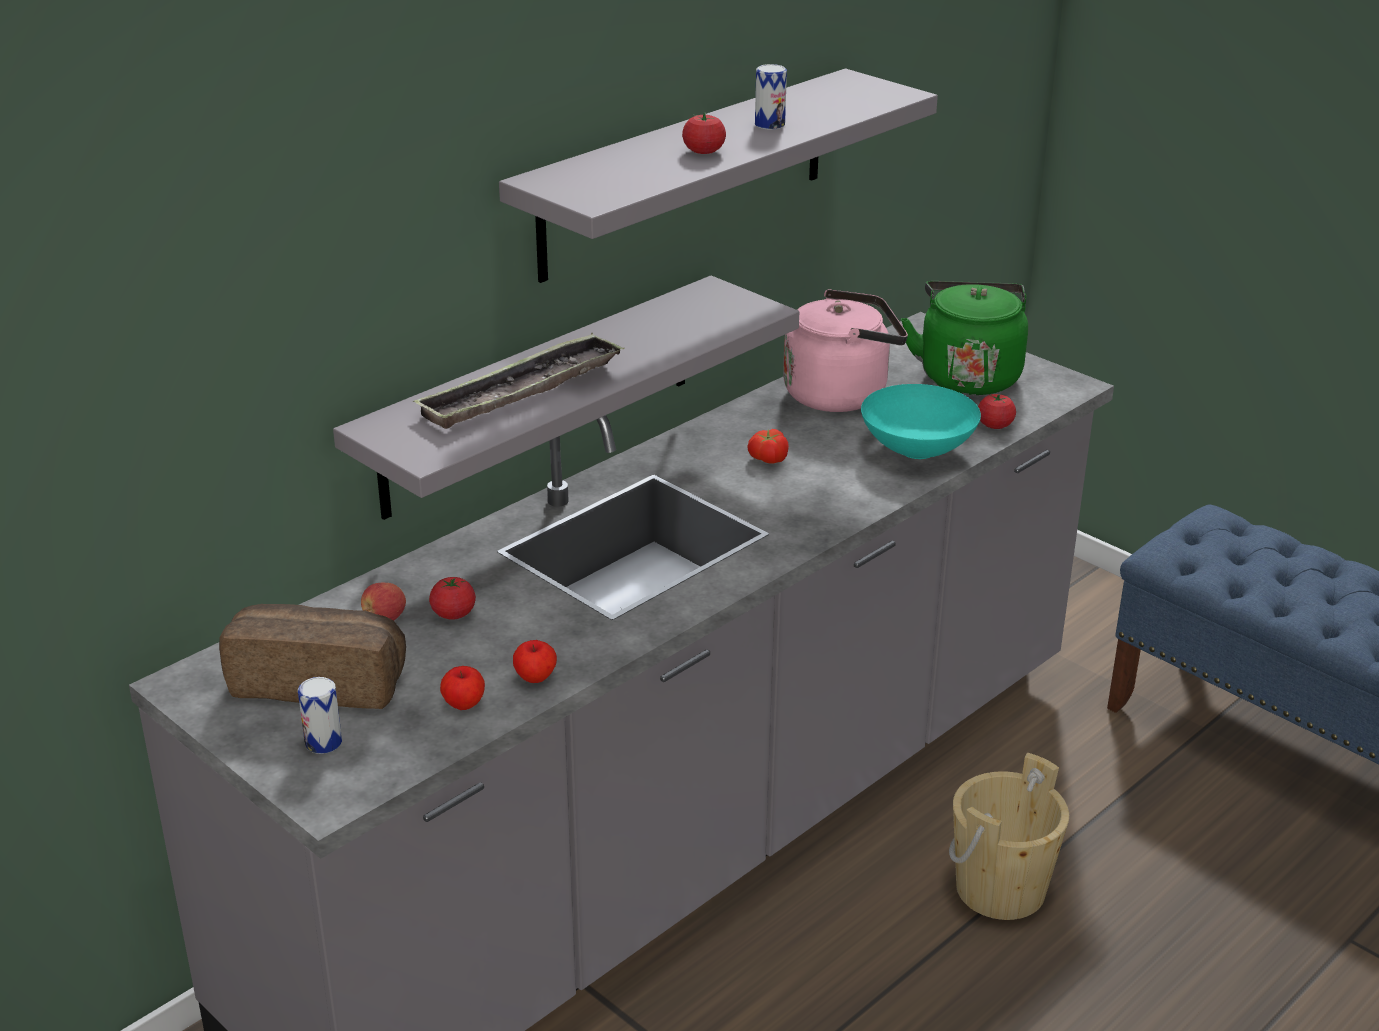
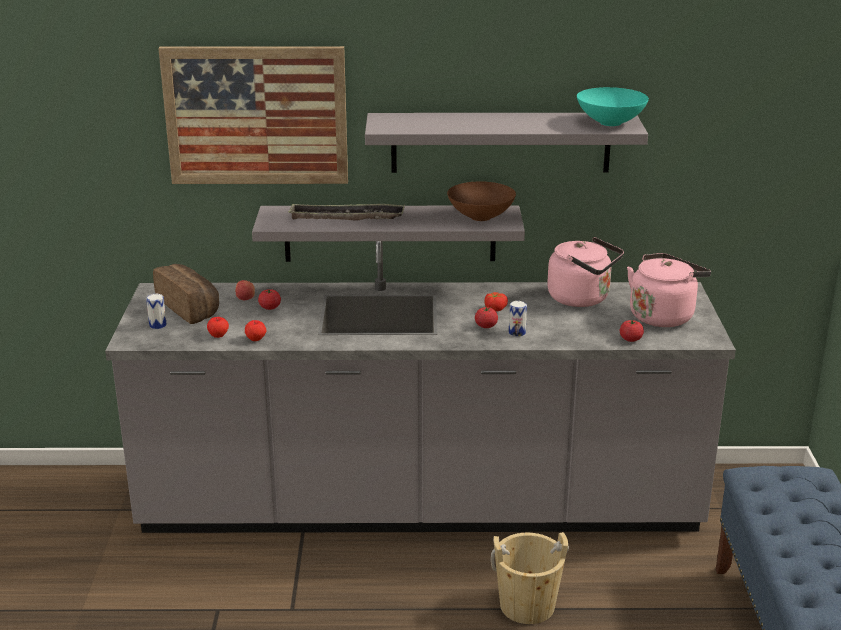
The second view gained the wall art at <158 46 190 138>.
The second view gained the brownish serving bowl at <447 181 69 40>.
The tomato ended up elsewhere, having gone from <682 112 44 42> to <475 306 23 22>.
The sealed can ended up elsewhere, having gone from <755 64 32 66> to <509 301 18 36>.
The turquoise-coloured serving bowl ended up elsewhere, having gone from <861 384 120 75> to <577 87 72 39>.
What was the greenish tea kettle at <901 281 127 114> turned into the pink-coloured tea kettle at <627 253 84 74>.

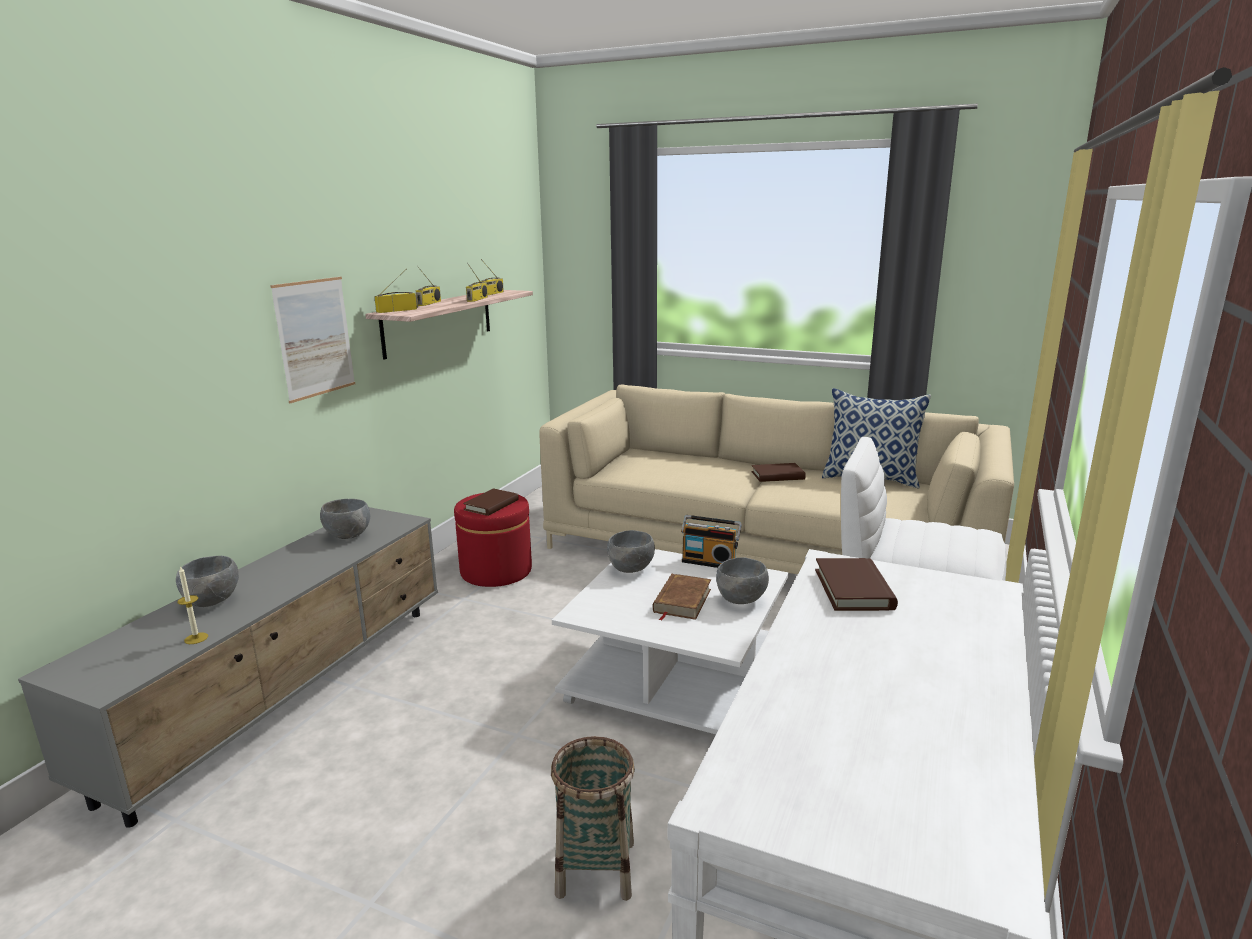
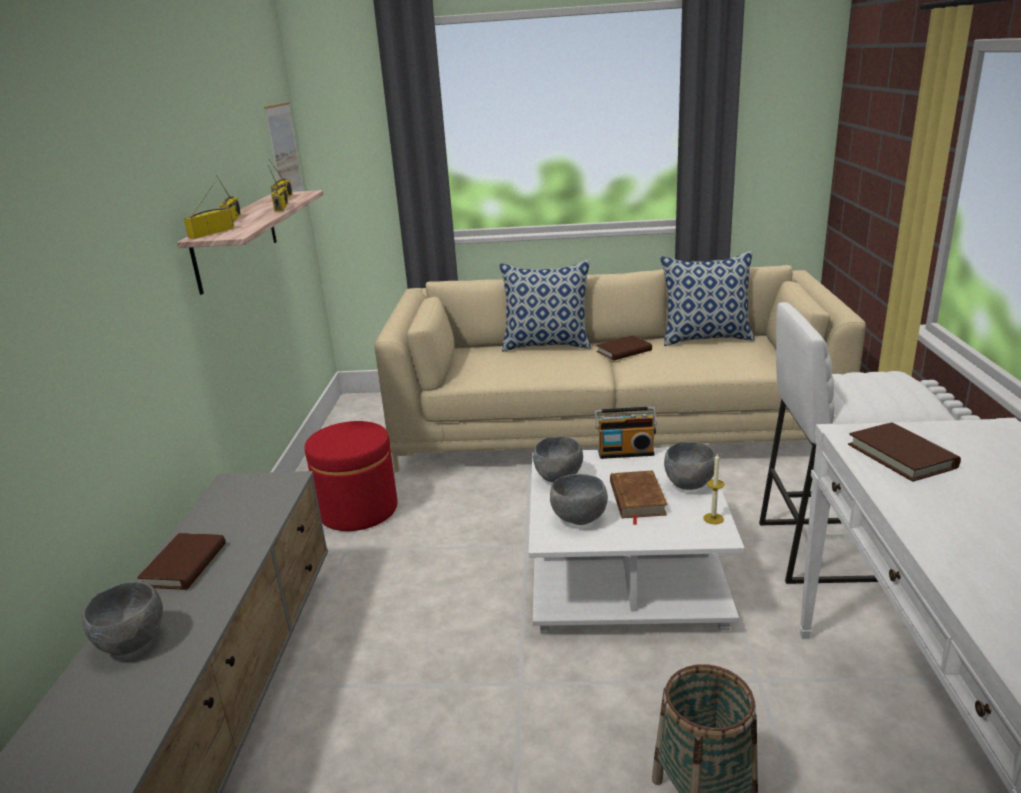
The second view gained the cushion at <499 260 92 92>.
The candle ended up elsewhere, having gone from <177 566 31 78> to <703 454 21 70>.
The wall art ended up elsewhere, having gone from <270 277 85 126> to <264 102 40 90>.
The grey serving bowl ended up elsewhere, having gone from <320 499 50 40> to <550 474 58 51>.
The brownish volume ended up elsewhere, having gone from <463 488 56 28> to <137 533 89 57>.

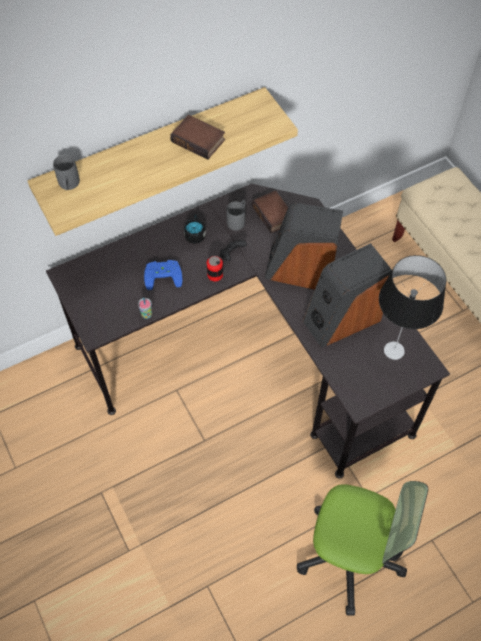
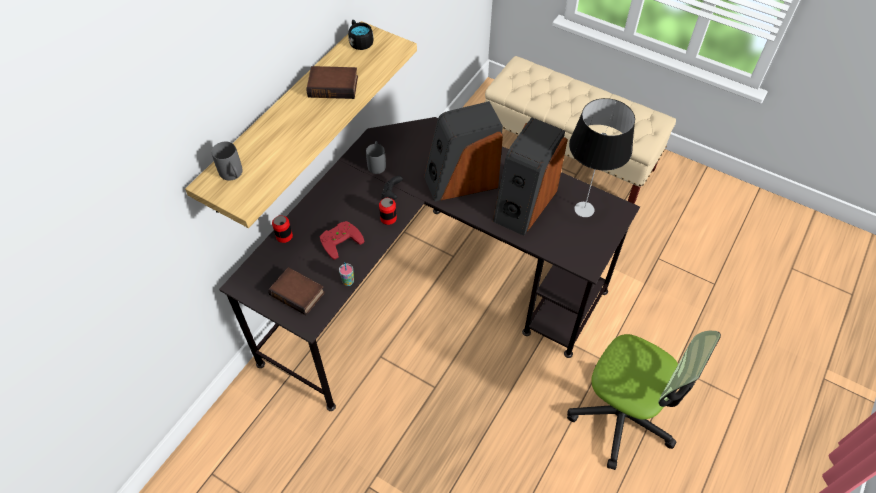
The second view gained the sealed can at <272 215 21 28>.
The black-coloured mug ended up elsewhere, having gone from <184 214 22 30> to <348 20 26 30>.
The volume ended up elsewhere, having gone from <251 190 37 43> to <268 267 57 49>.
What was the blue-coloured game controller at <144 260 38 30> turned into the red game controller at <319 221 45 39>.
The office chair at <297 481 131 135> ended up facing another way, 45 degrees clockwise from before.

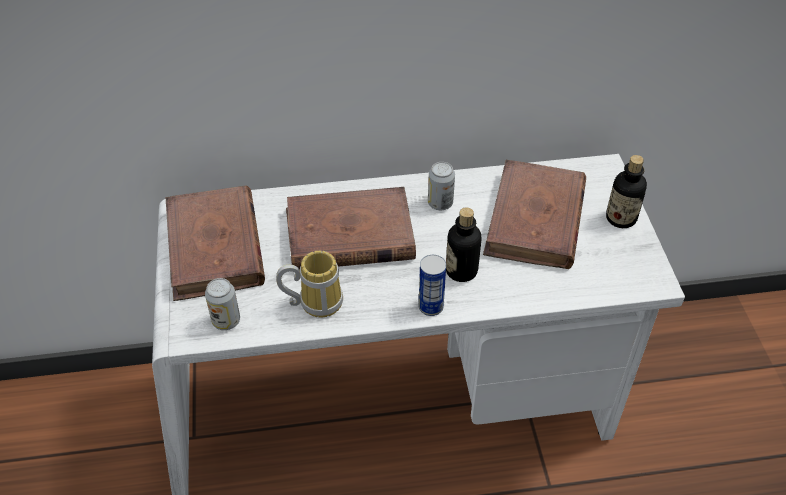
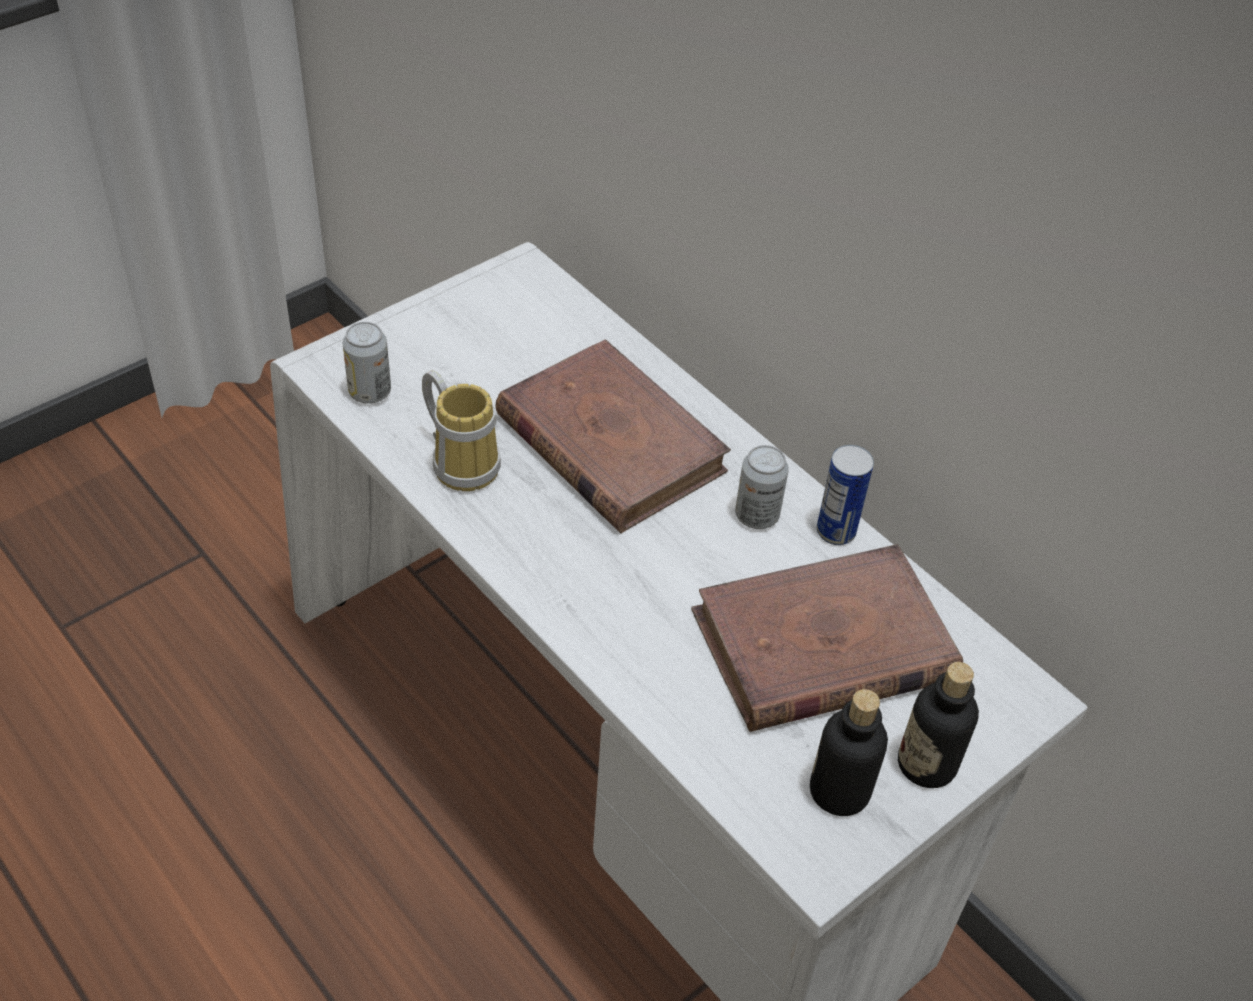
The second view lost the brownish volume at <165 185 100 116>.
The sealed can ended up elsewhere, having gone from <419 255 27 61> to <817 445 57 100>.
The drink bottle ended up elsewhere, having gone from <446 207 35 75> to <810 689 78 127>.

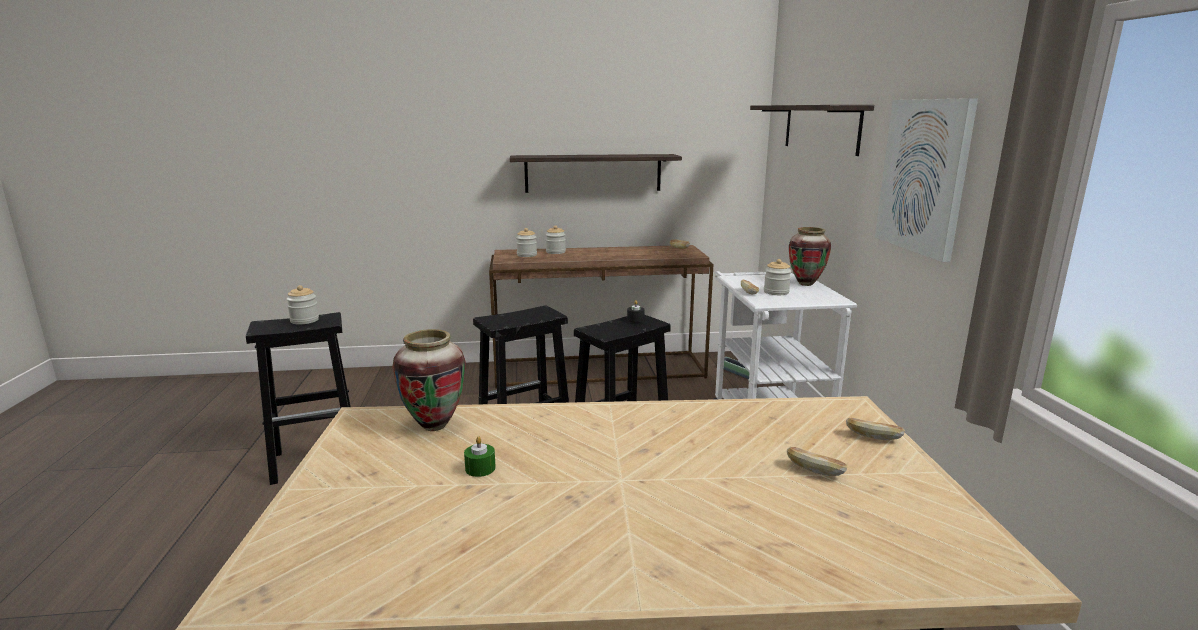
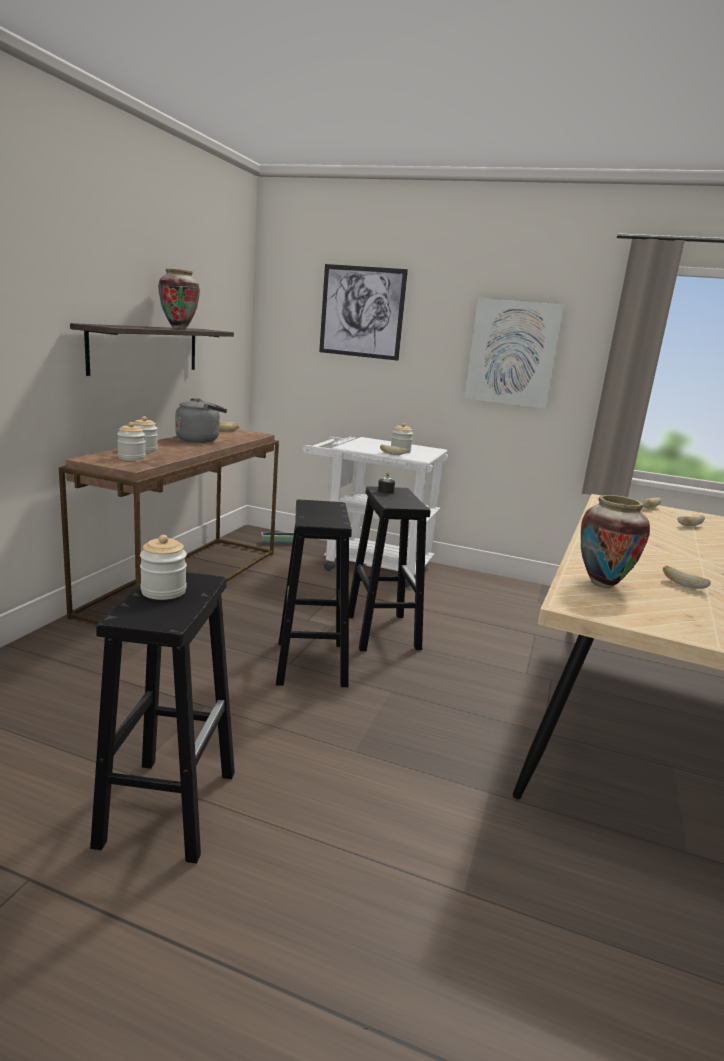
The second view gained the grey tea kettle at <175 398 52 45>.
The vase ended up elsewhere, having gone from <789 227 42 59> to <158 269 42 60>.
Where the greenish candle stood at <464 436 32 41>, the bread came to stand at <663 565 48 24>.
Where the wall shelf hung at <750 105 124 51>, the wall art came to hang at <319 264 89 97>.

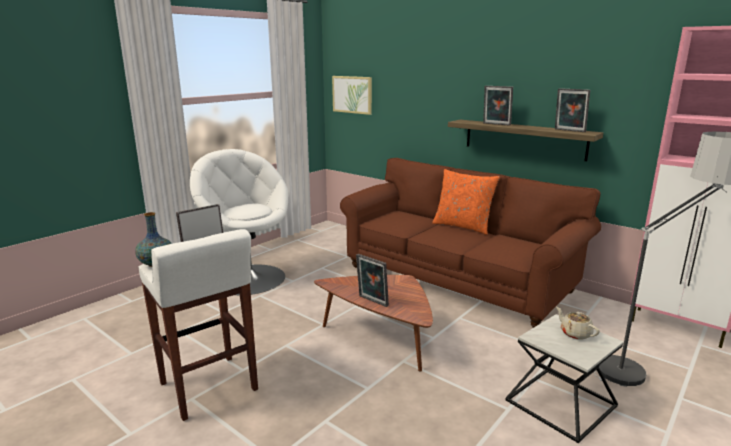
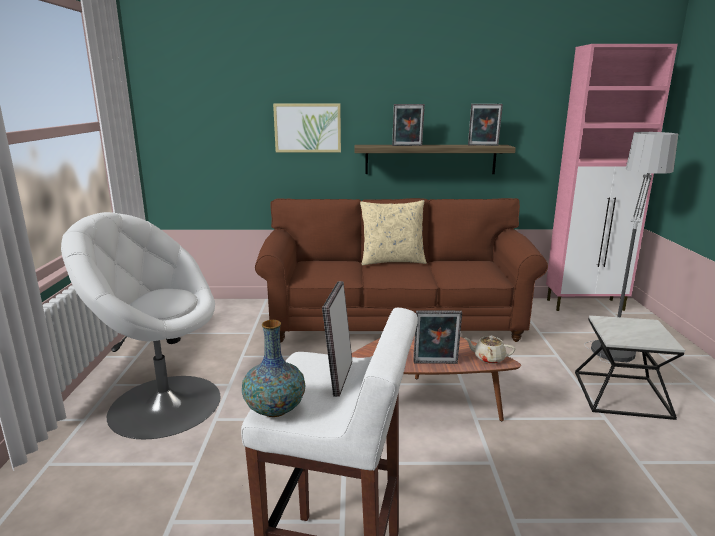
The wall art ended up elsewhere, having gone from <332 76 40 39> to <273 104 68 49>.
The beige teapot ended up elsewhere, having gone from <556 307 44 33> to <465 336 50 28>.
What was the orange cushion at <432 169 68 66> turned into the beige cushion at <360 200 67 65>.

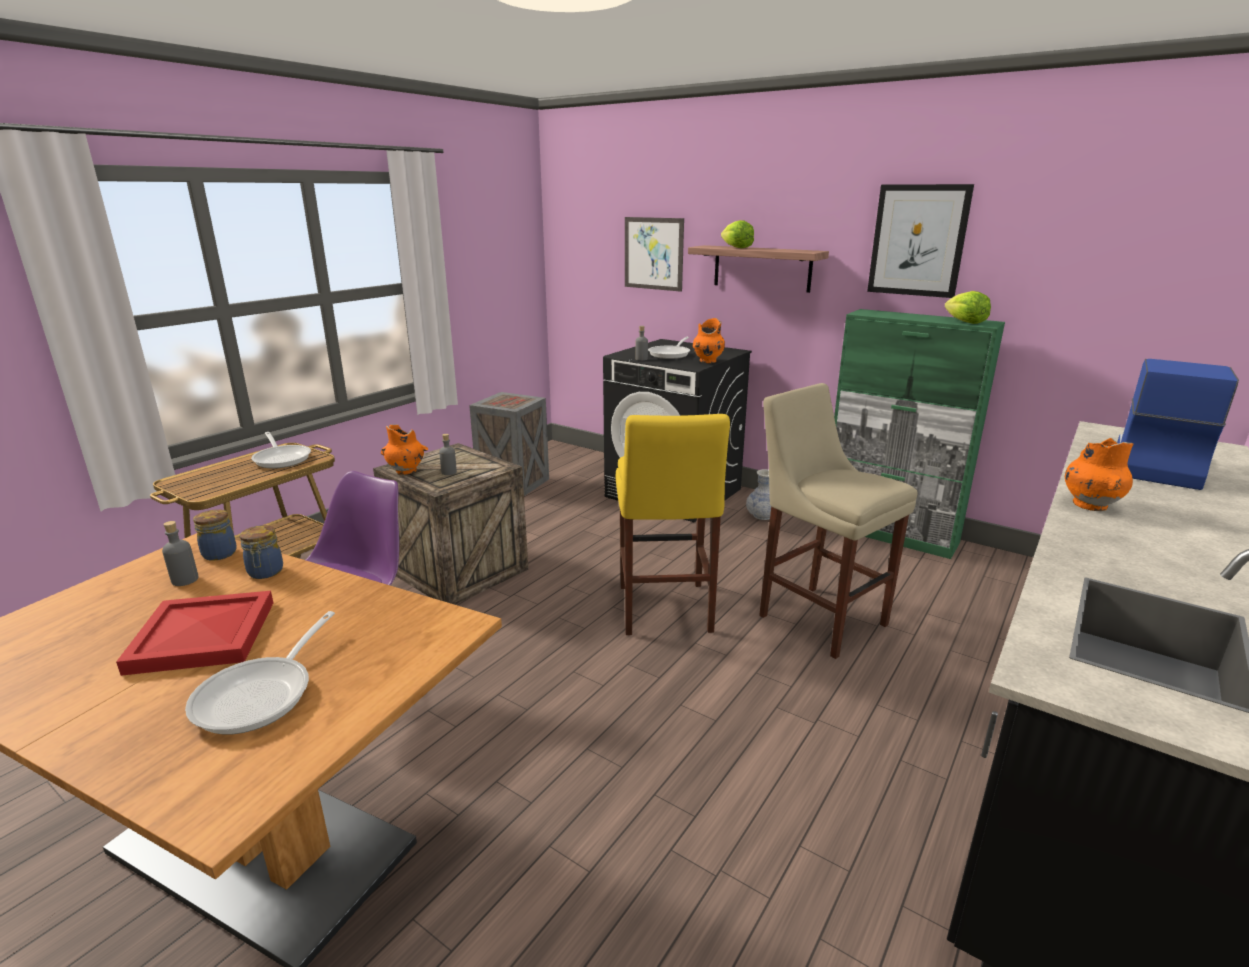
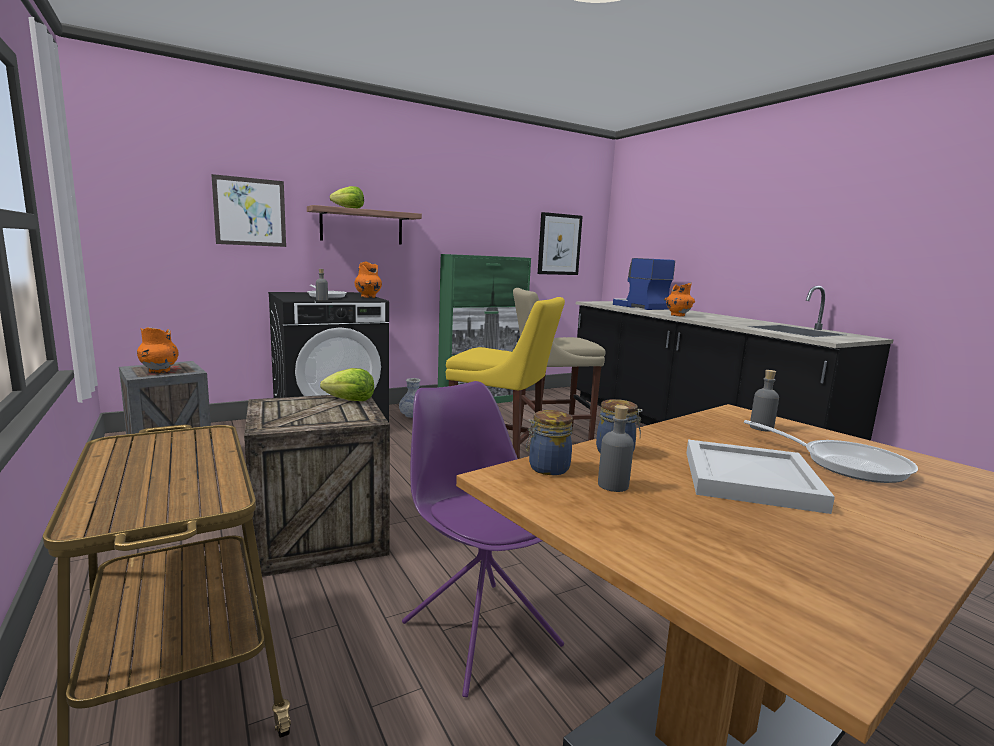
The second view lost the skillet at <251 432 60 36>.
The orange vase ended up elsewhere, having gone from <381 424 47 51> to <137 327 42 46>.
The grey drink bottle ended up elsewhere, having gone from <439 434 18 41> to <750 370 29 61>.
The wall art ended up elsewhere, having gone from <867 184 107 114> to <538 212 45 63>.
The head of lettuce ended up elsewhere, having gone from <945 291 46 33> to <320 368 54 33>.
What was the red serving tray at <116 591 158 85> turned into the whitish serving tray at <686 440 149 74>.

